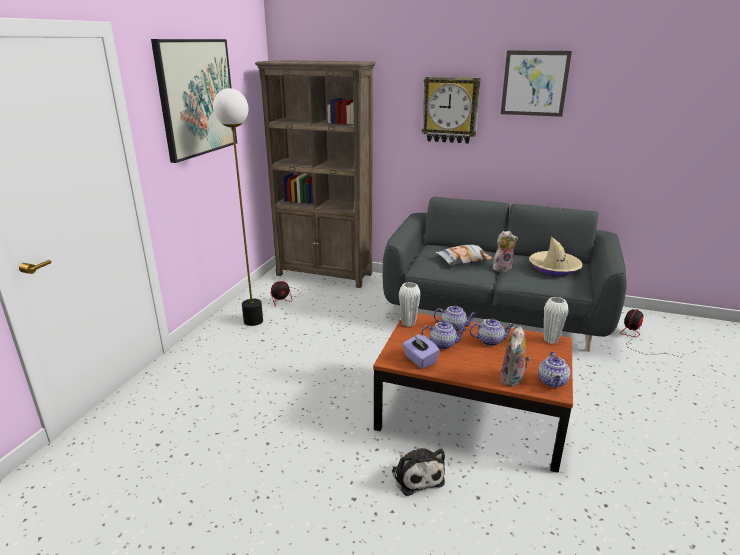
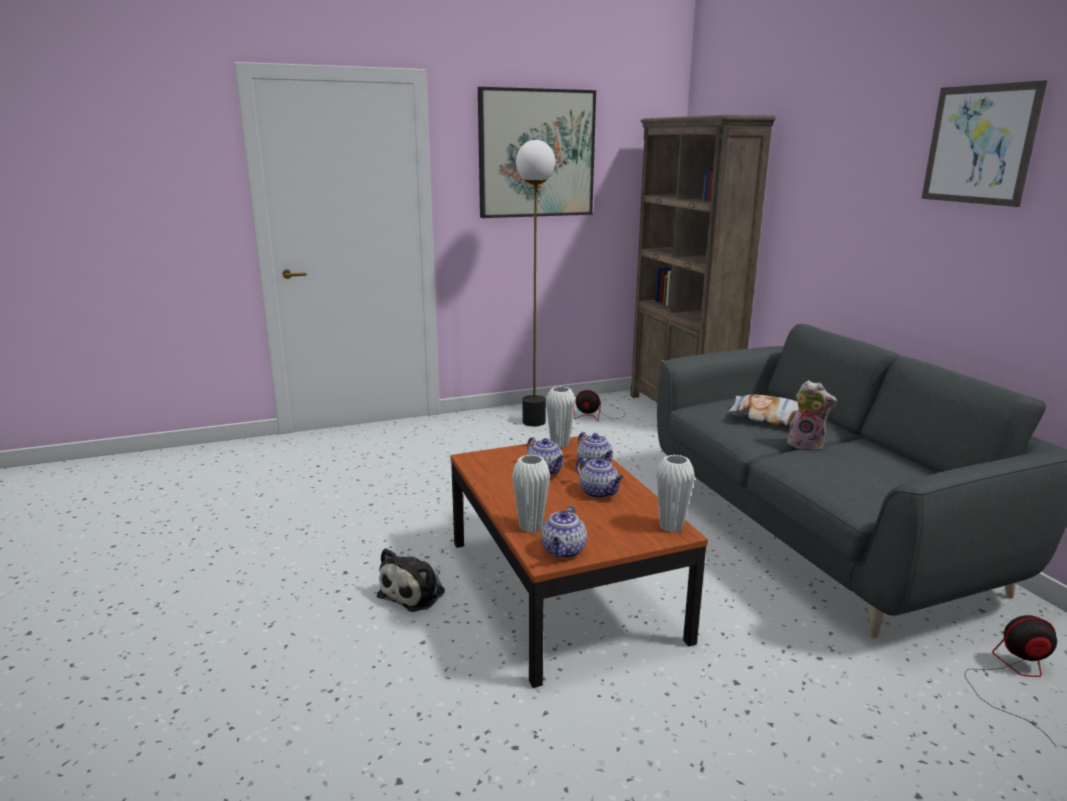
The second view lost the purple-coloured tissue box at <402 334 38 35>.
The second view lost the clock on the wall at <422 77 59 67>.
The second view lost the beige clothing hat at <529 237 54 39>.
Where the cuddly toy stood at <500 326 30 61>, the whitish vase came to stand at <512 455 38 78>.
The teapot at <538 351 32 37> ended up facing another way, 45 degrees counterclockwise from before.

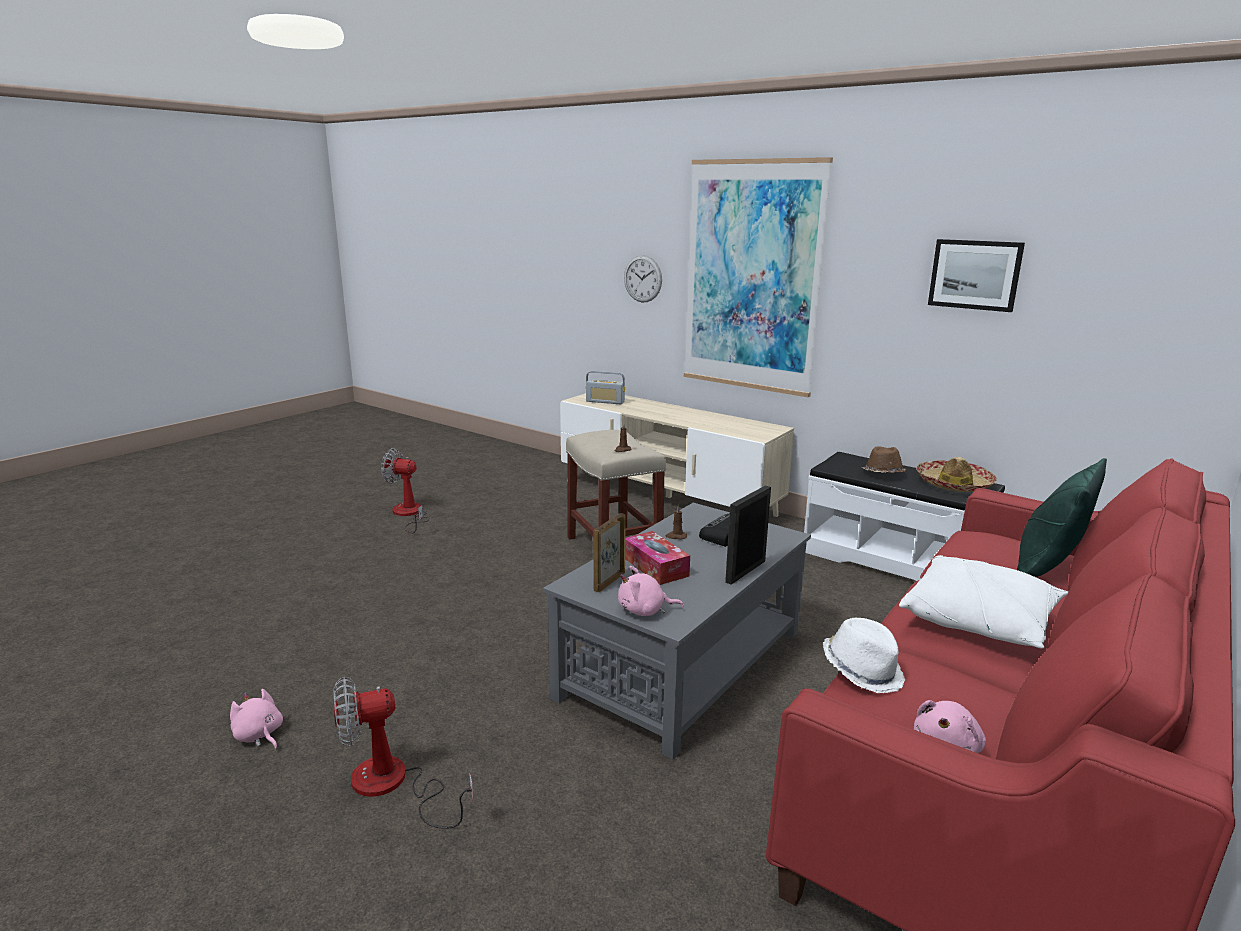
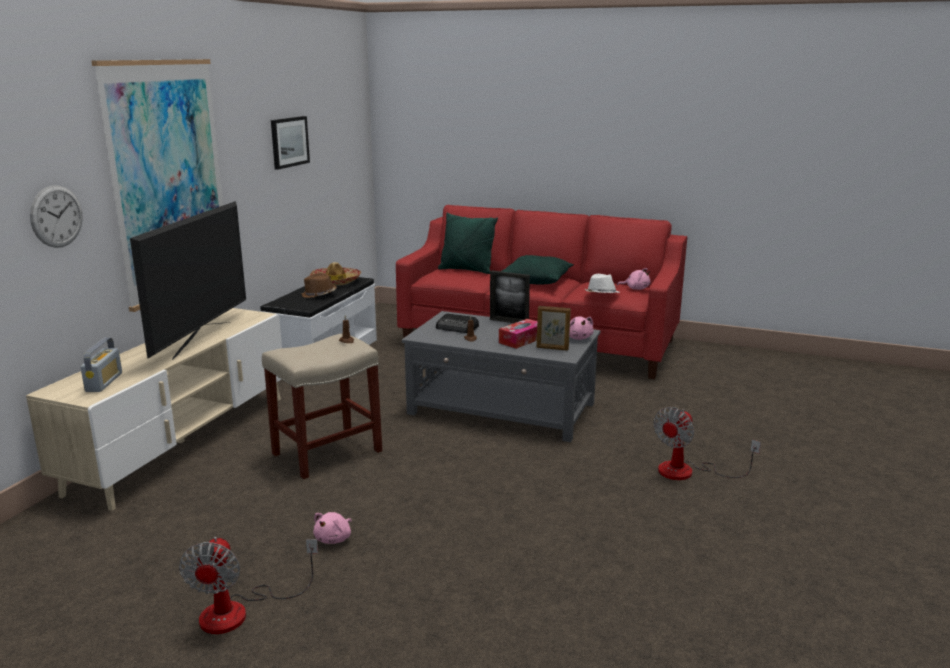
The second view gained the television at <130 201 116 159>.
The pink-coloured cuddly toy ended up elsewhere, having gone from <230 689 53 60> to <313 512 39 32>.
What was the whitish cushion at <899 555 169 94> turned into the greenish cushion at <501 255 73 29>.
The fan at <333 676 141 153> ended up facing another way, 75 degrees clockwise from before.

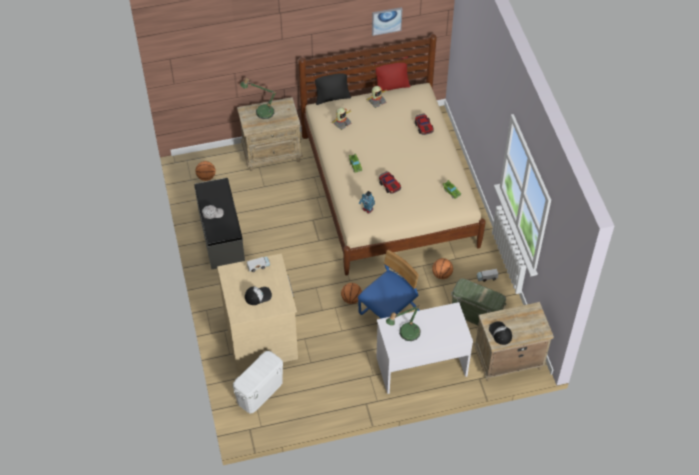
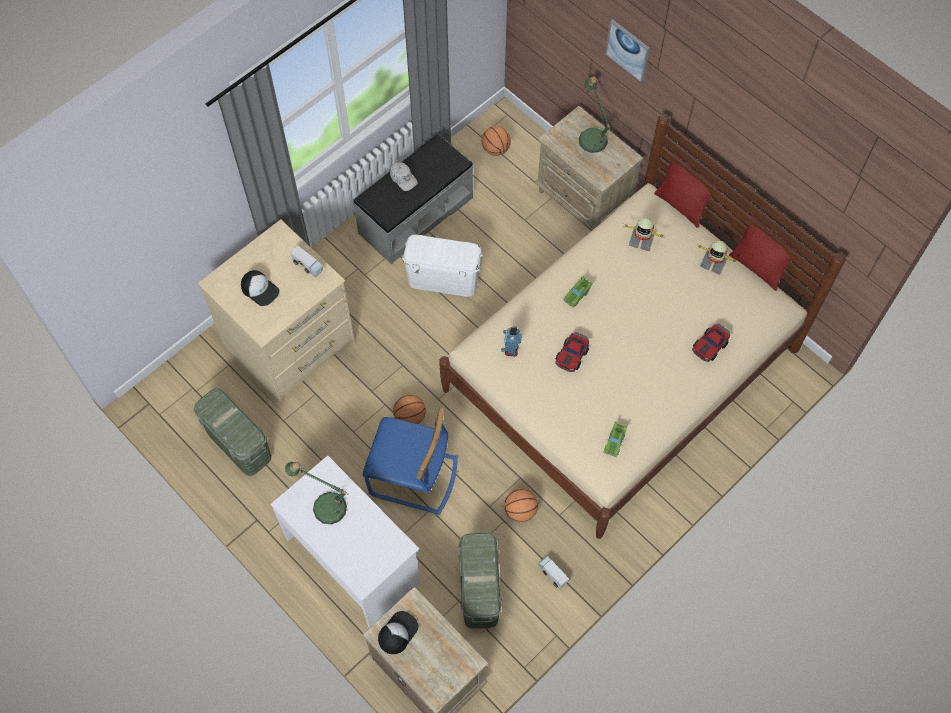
The second view gained the greenish storage bin at <194 388 77 88>.
The whitish storage bin ended up elsewhere, having gone from <233 351 50 62> to <402 235 81 62>.
The wall art ended up elsewhere, having gone from <372 7 30 29> to <606 19 44 63>.
What was the black-coloured cushion at <313 67 38 38> turned into the red cushion at <654 153 65 75>.

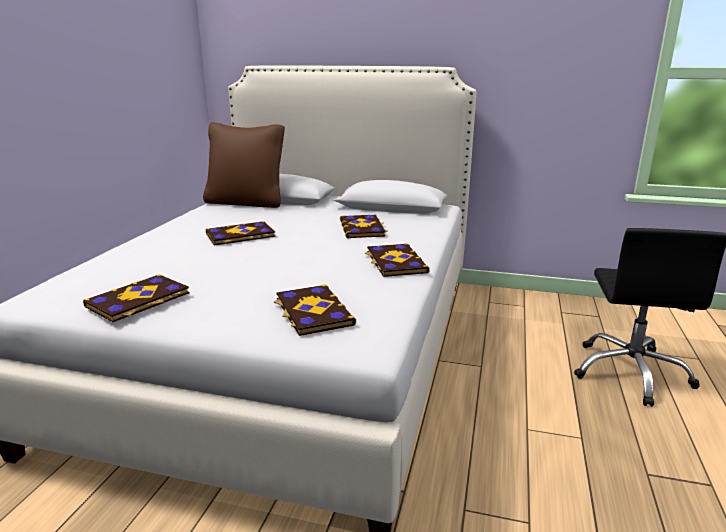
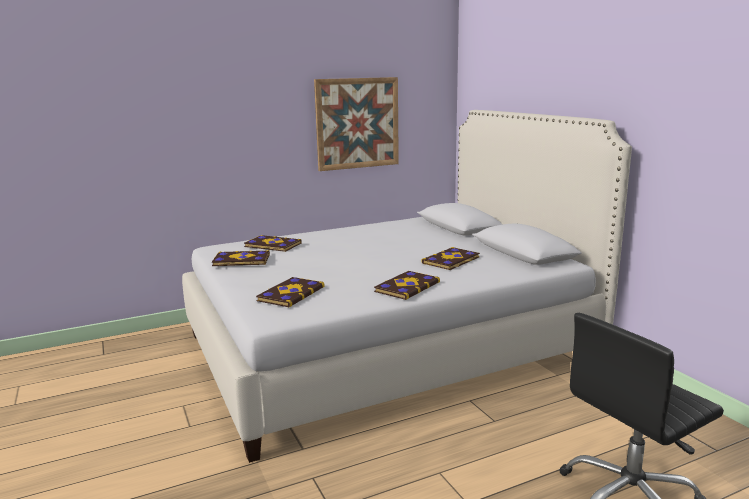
The second view lost the brownish cushion at <203 122 82 86>.
The second view gained the wall art at <314 77 85 94>.
The volume ended up elsewhere, having gone from <206 221 70 25> to <244 235 58 17>.

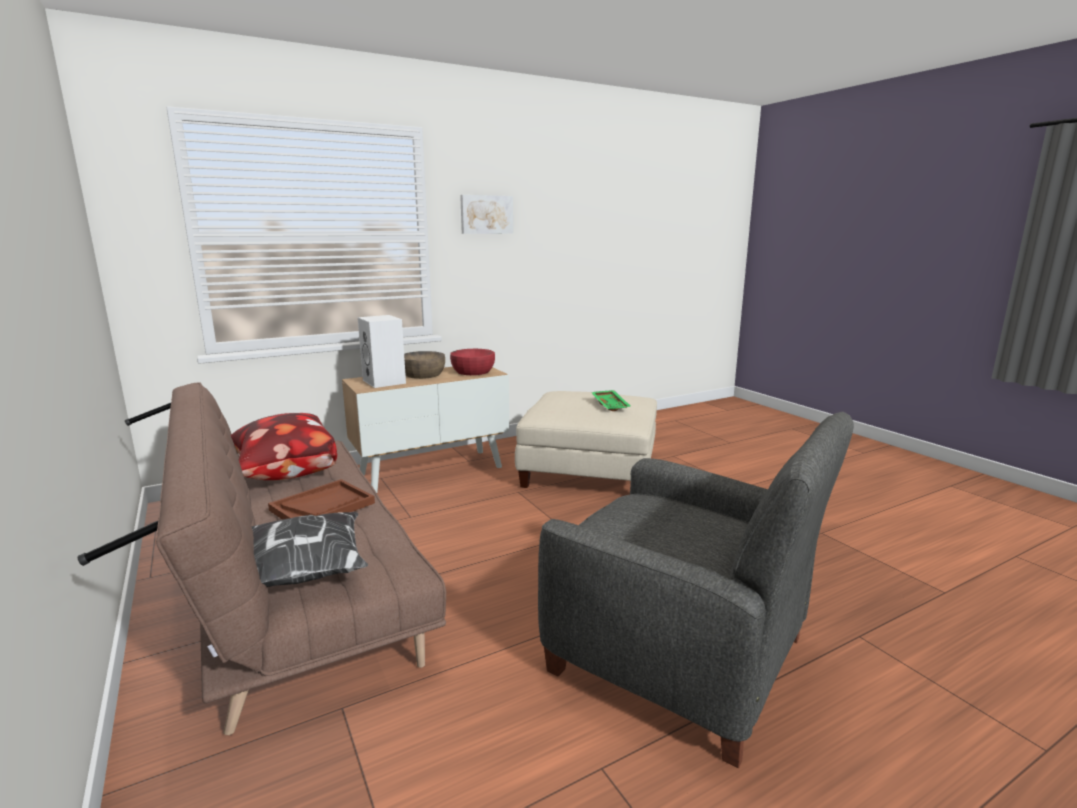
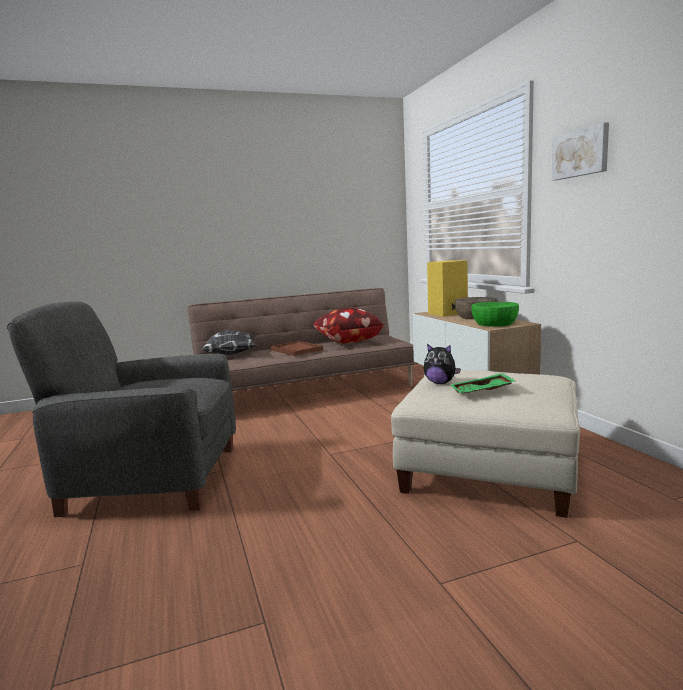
The second view gained the cuddly toy at <424 344 37 40>.
What was the whitish speaker at <358 315 48 73> turned into the yellow-coloured speaker at <427 260 41 57>.
What was the red serving bowl at <450 349 45 26> turned into the greenish serving bowl at <471 302 48 25>.
The grey lounge chair at <538 412 316 356> ended up facing another way, 45 degrees clockwise from before.

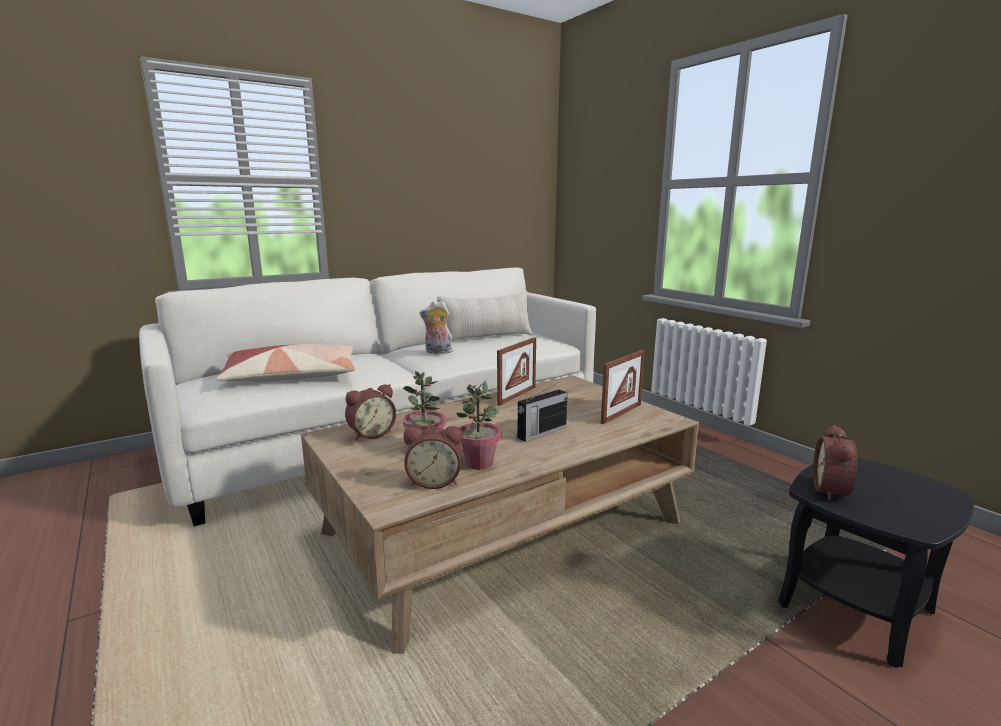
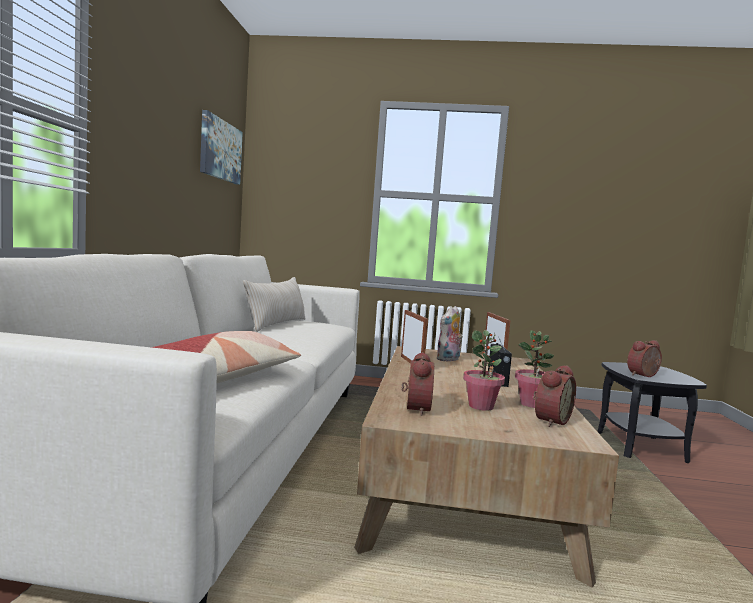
The second view gained the wall art at <200 110 43 75>.
The cuddly toy ended up elsewhere, having gone from <420 301 33 53> to <436 306 27 56>.
The table clock at <813 425 44 76> ended up facing another way, 90 degrees clockwise from before.

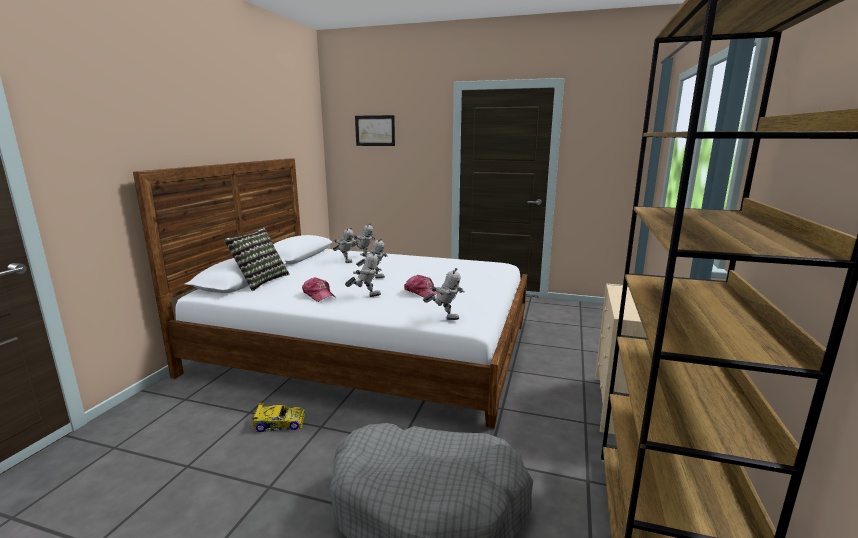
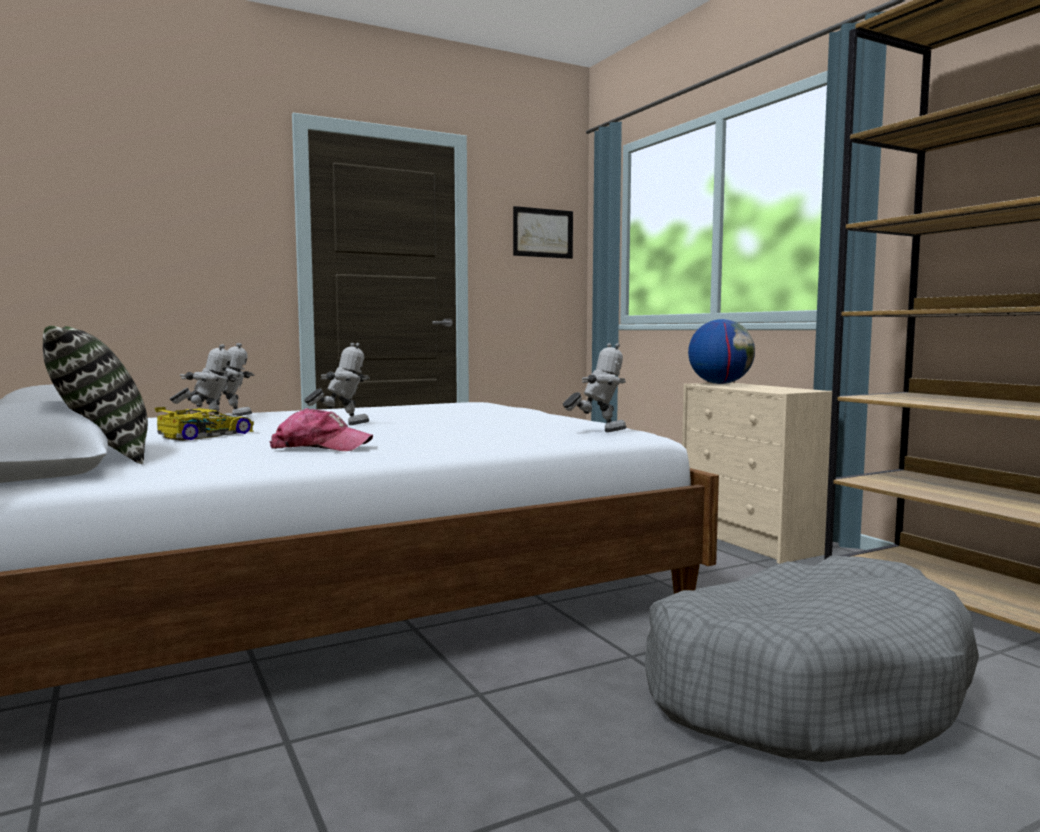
The second view lost the model robot at <345 251 37 46>.
The second view lost the cap at <404 275 34 23>.
The second view gained the world globe at <688 319 67 65>.
The model car ended up elsewhere, having gone from <251 403 54 29> to <155 407 99 34>.
The wall art ended up elsewhere, having gone from <355 115 40 31> to <513 206 60 53>.

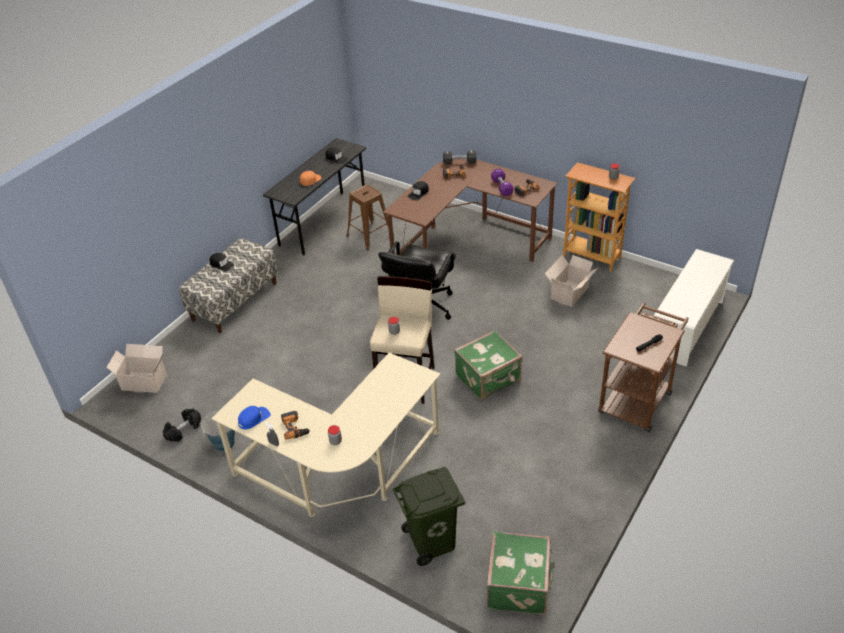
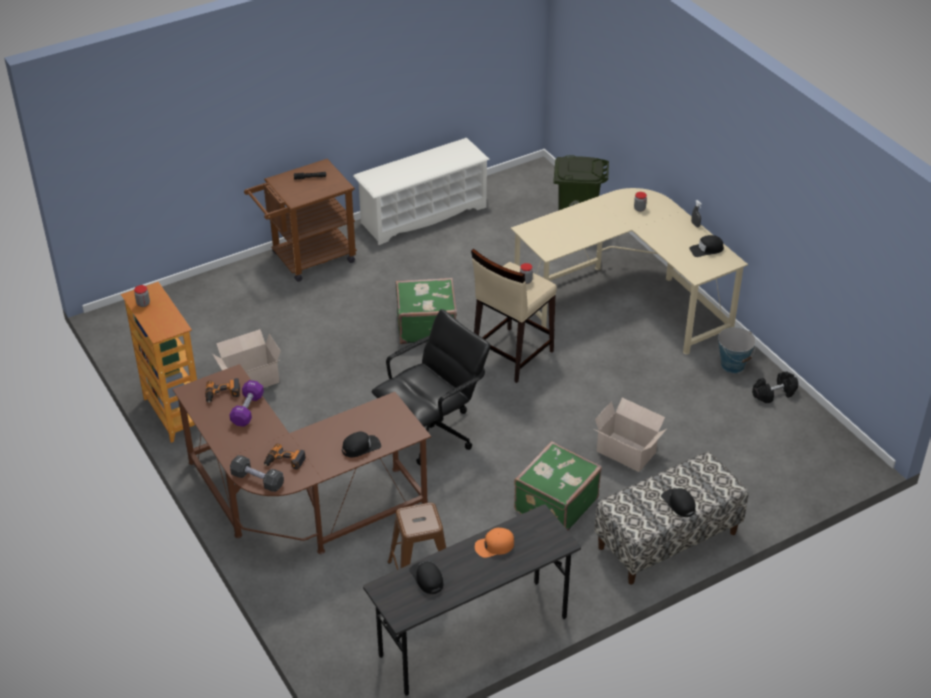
The second view lost the electric drill at <281 411 29 29>.
The carton ended up elsewhere, having gone from <106 344 61 49> to <593 398 74 74>.
The greenish suitcase ended up elsewhere, having gone from <487 531 67 84> to <514 441 88 89>.
The whitish shoe rack ended up elsewhere, having gone from <654 249 80 118> to <353 138 137 107>.
What was the blue-coloured cap at <238 406 33 23> turned into the black-coloured cap at <689 235 35 22>.

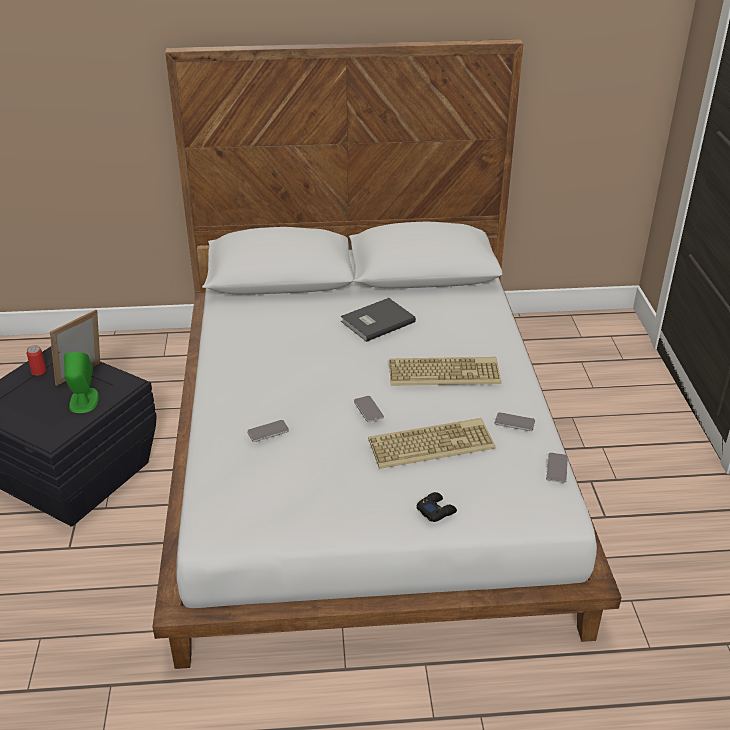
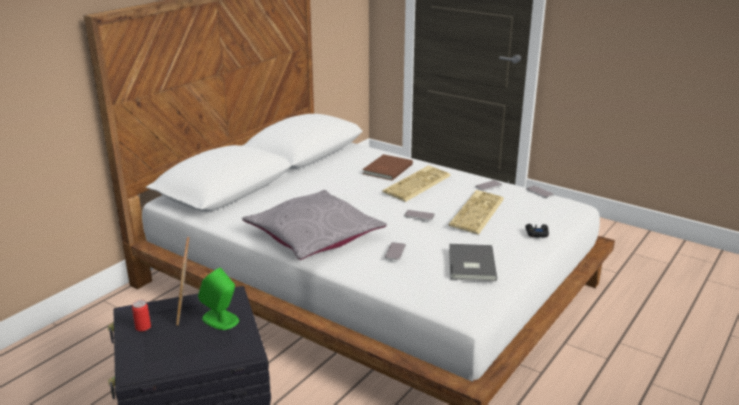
The second view gained the grey cushion at <242 190 145 70>.
The second view gained the brownish volume at <362 154 51 26>.
The grey volume ended up elsewhere, having gone from <341 298 75 44> to <449 244 48 37>.

